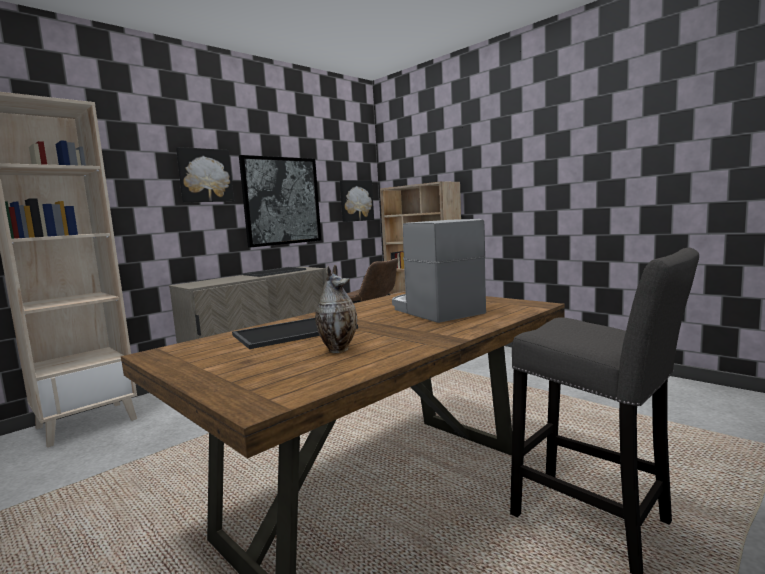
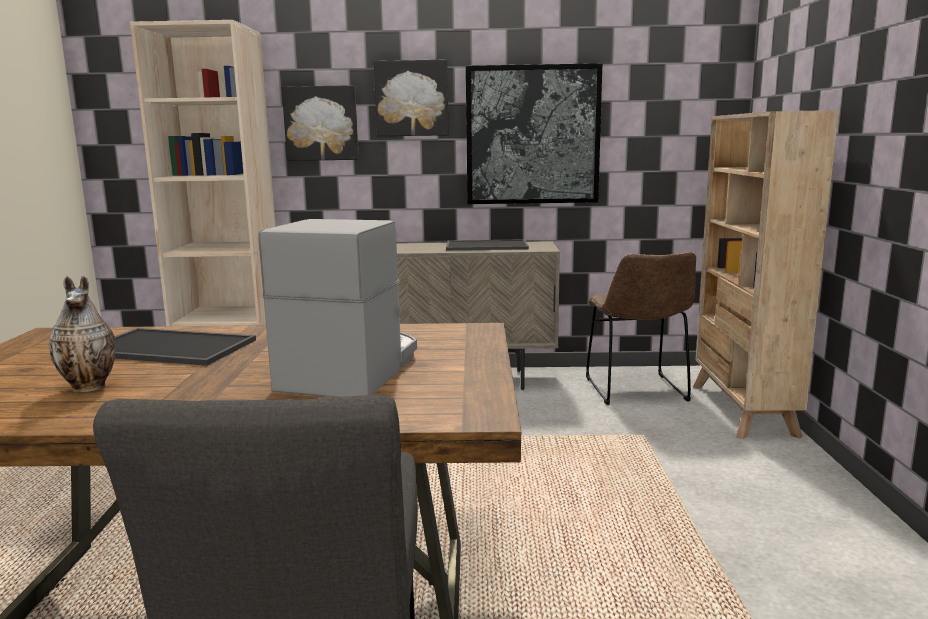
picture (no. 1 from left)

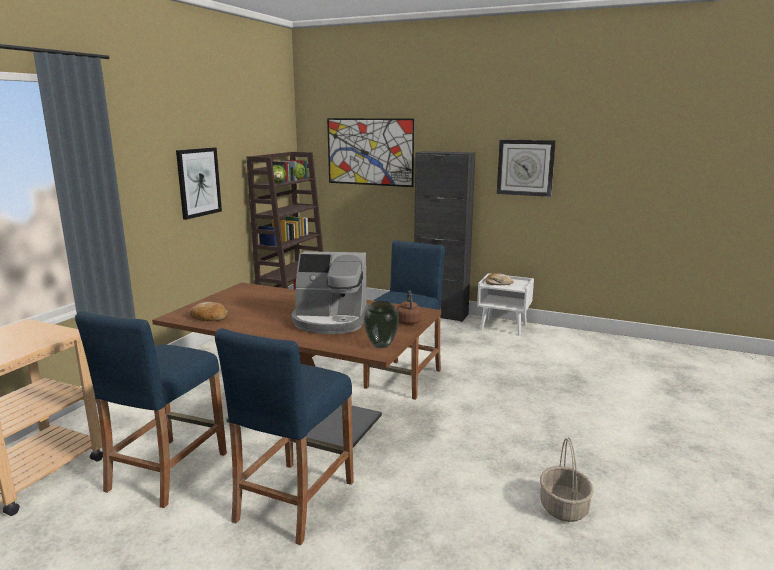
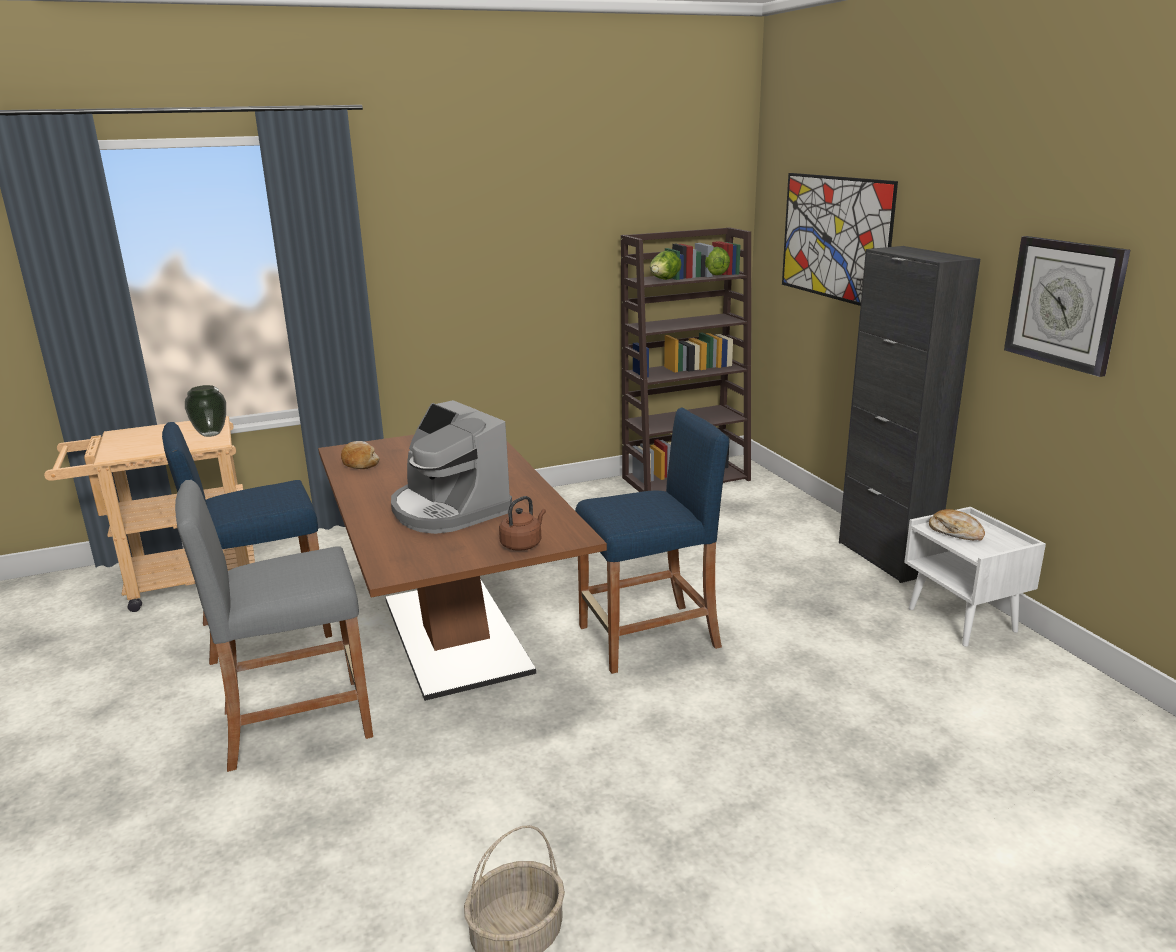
picture (no. 1 from left in the first image)
vase
stool (grey)

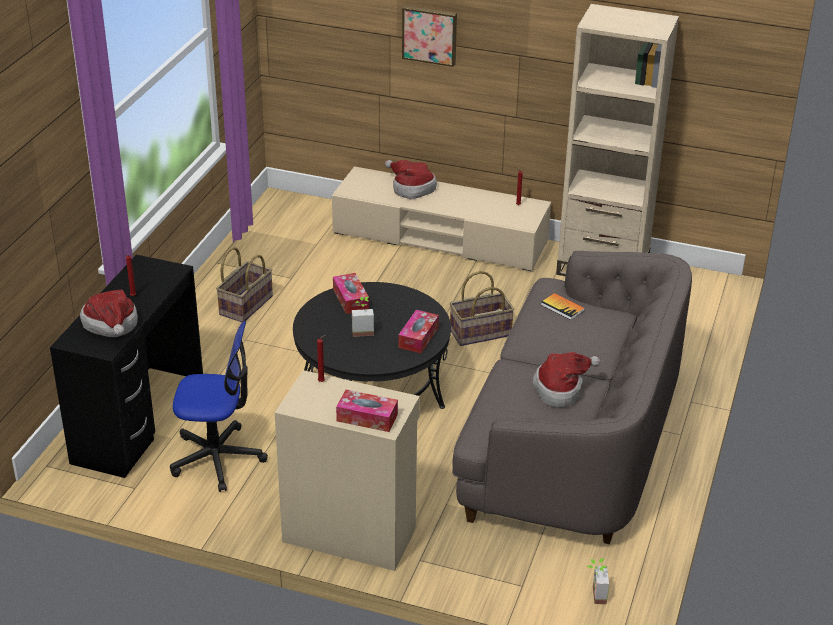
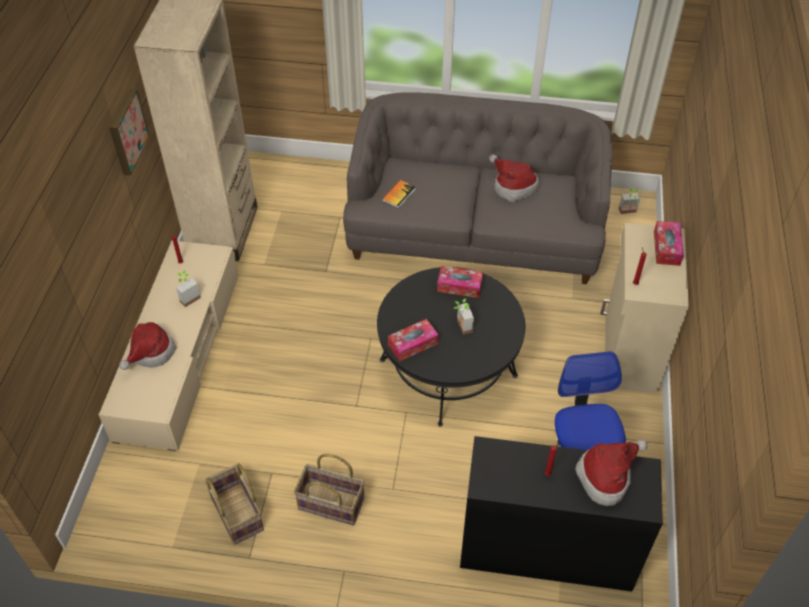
potted plant (no. 1 from left)
picture
basket (no. 1 from left)

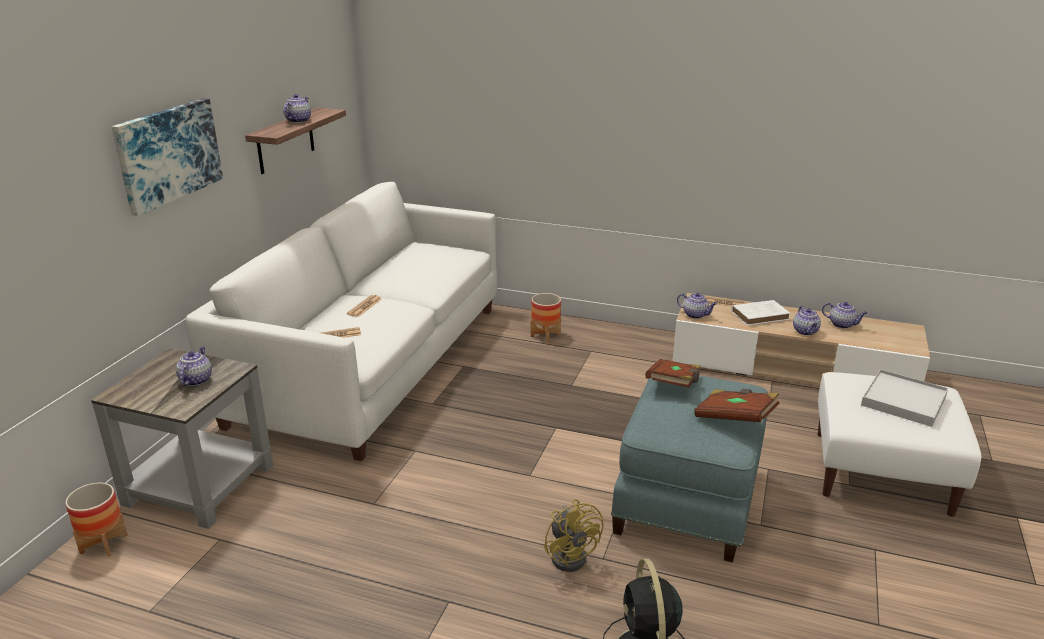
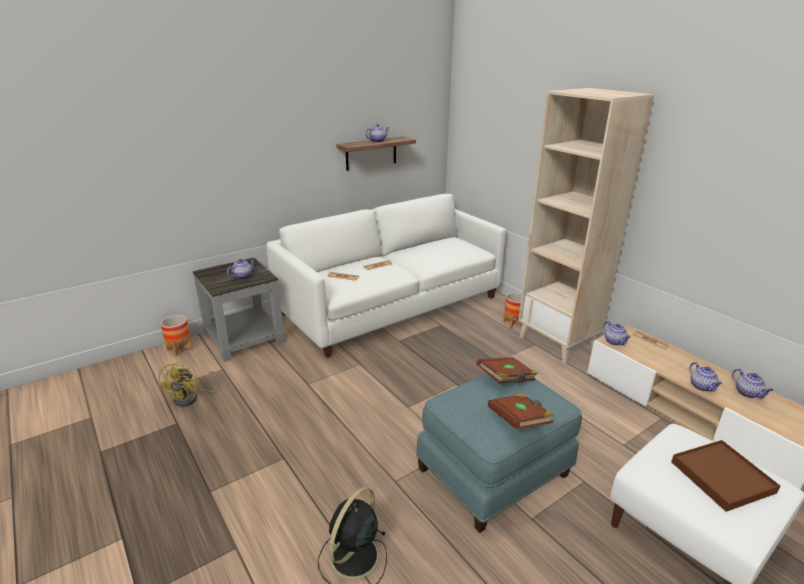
picture
book (white)
bookcase (beige)
fan (yellow)
tray (brown)
teapot (no. 4 from left)

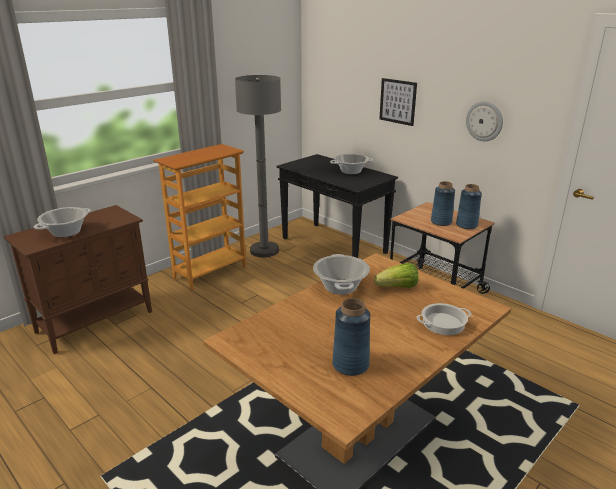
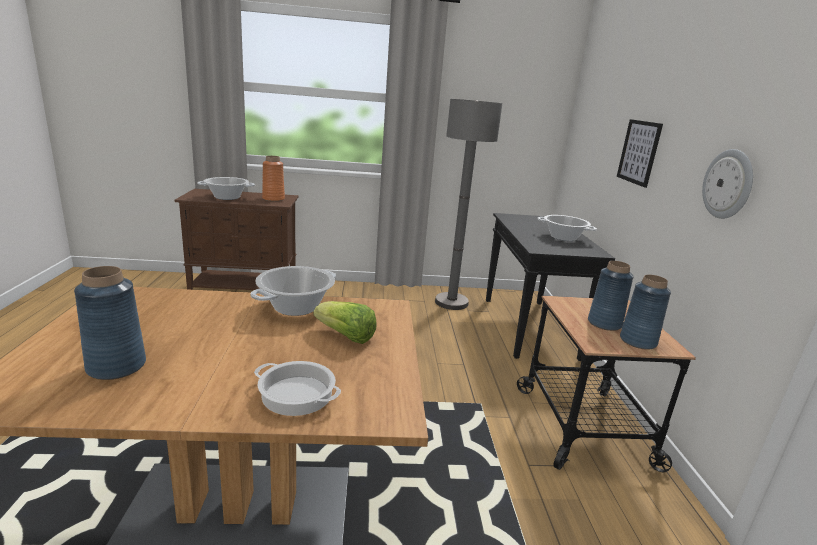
bookcase
vase (orange)

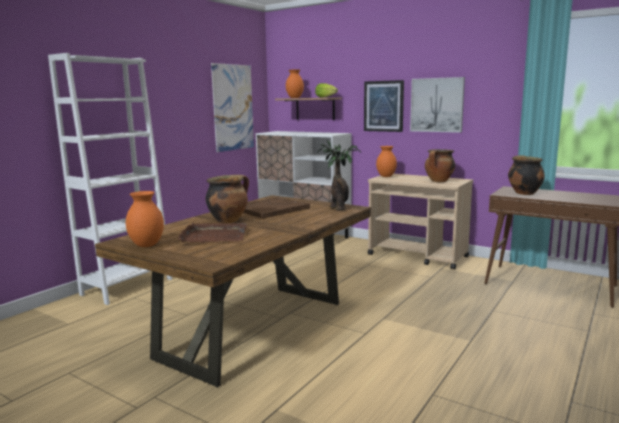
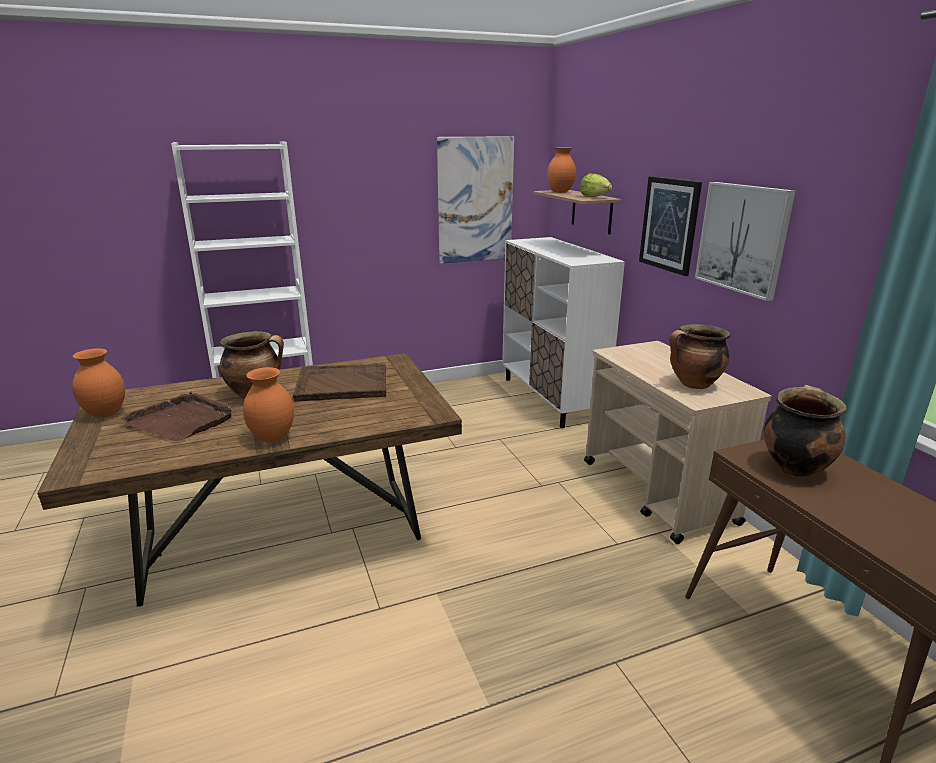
potted plant
vase (orange) (no. 2 from left)

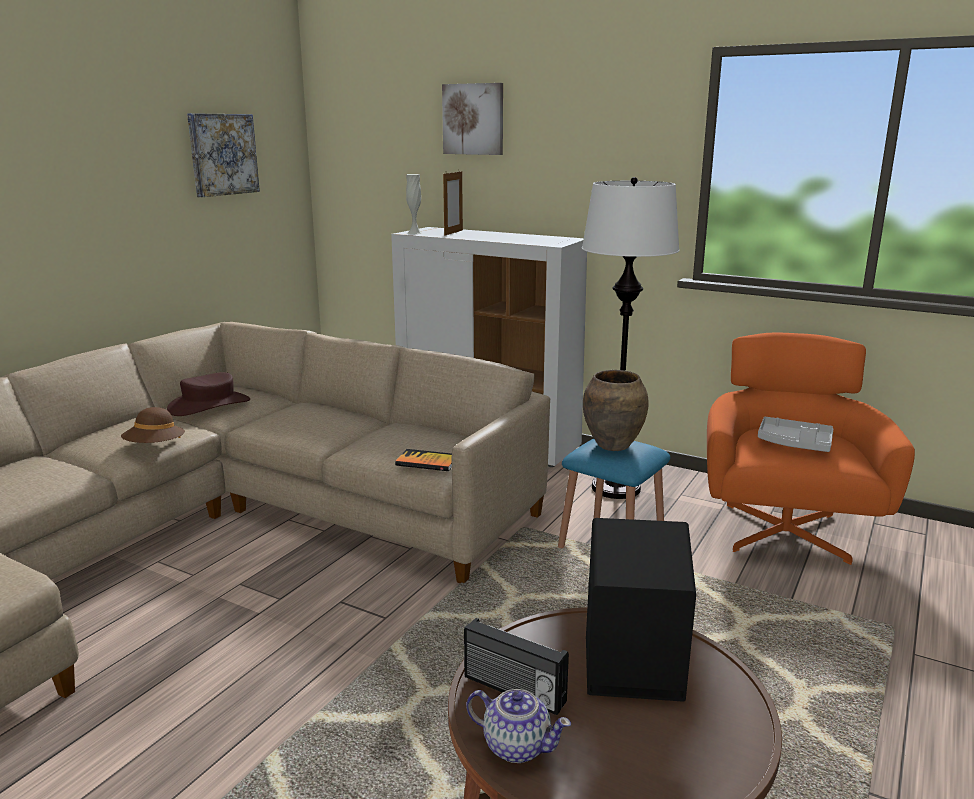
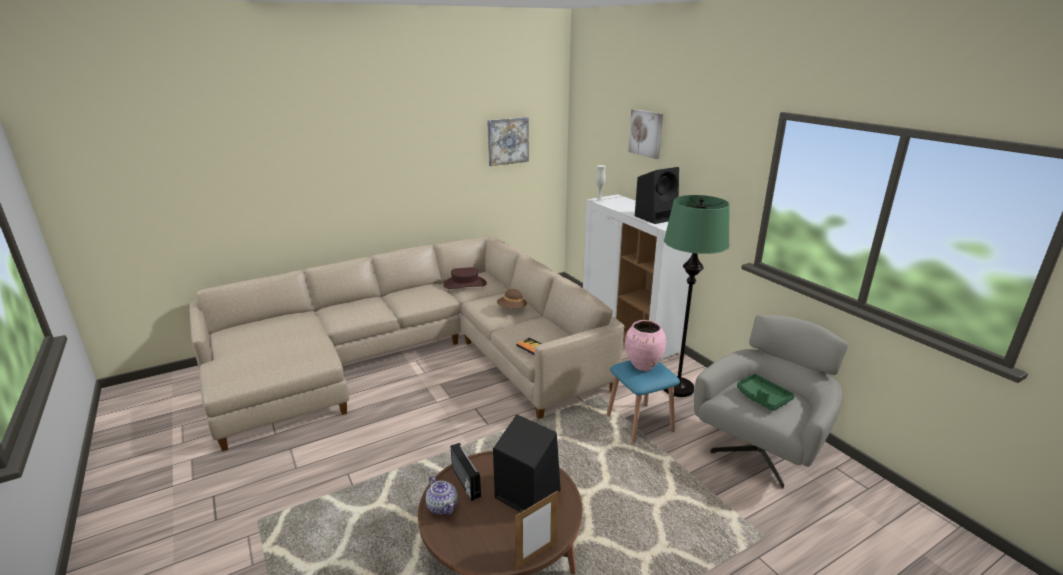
speaker (black) (no. 2 from left)
hat (brown) (no. 2 from left)
picture frame
floor lamp (green)
vase (pink)
armchair (grey)
tray (green)

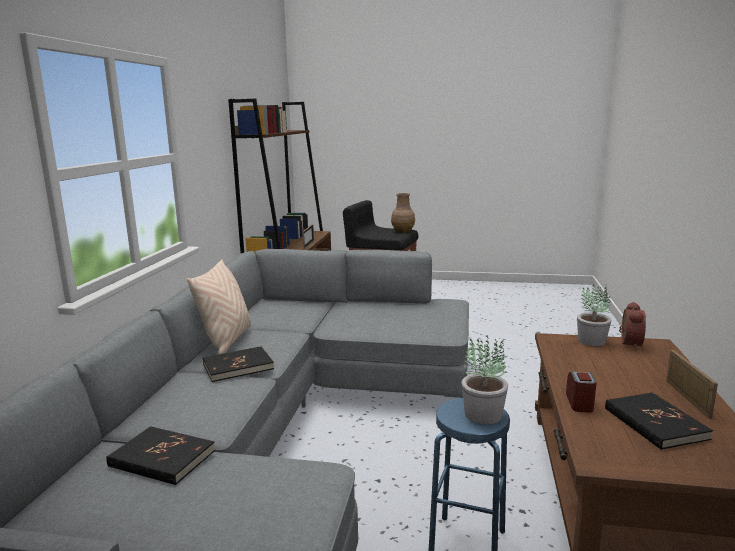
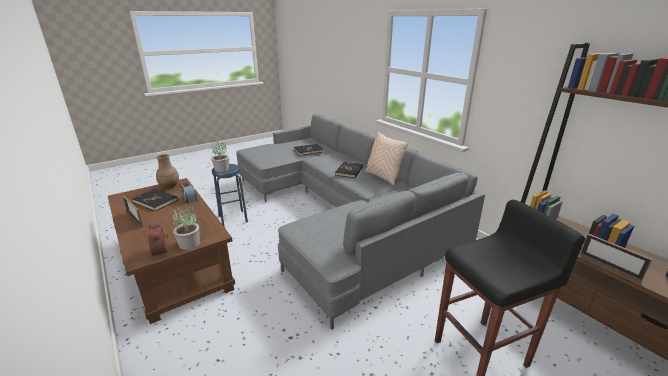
vase (brown)

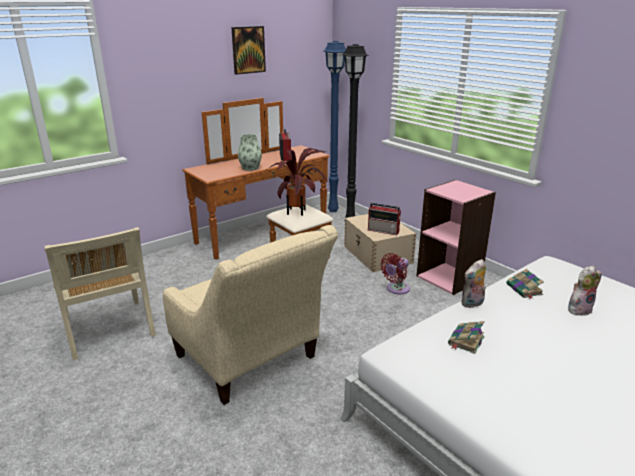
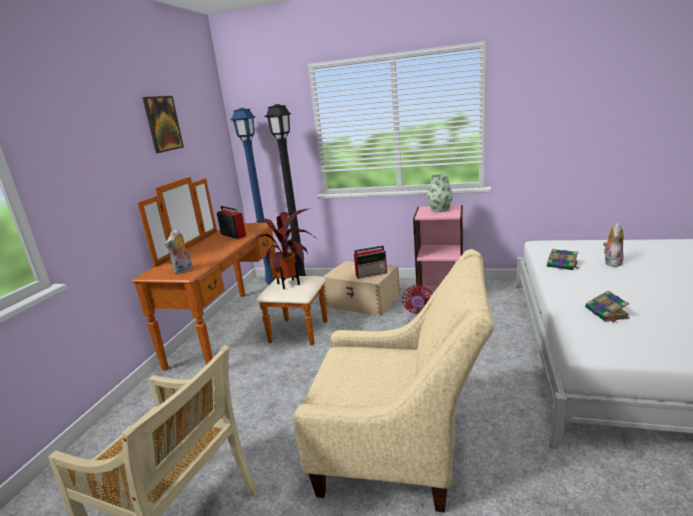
vase
plush toy (no. 1 from left)

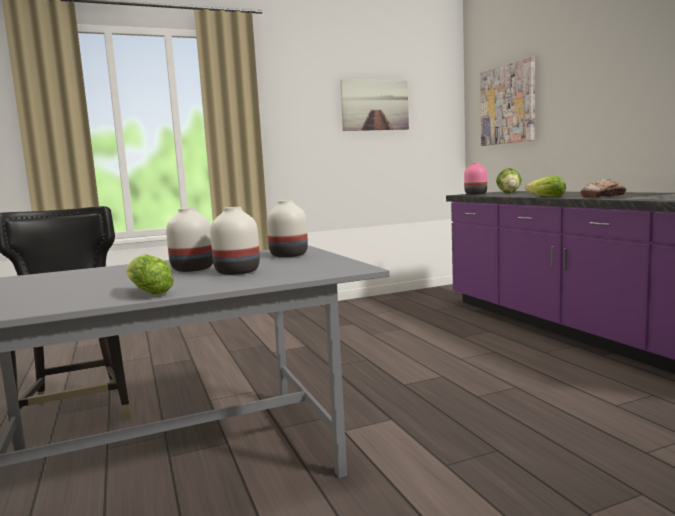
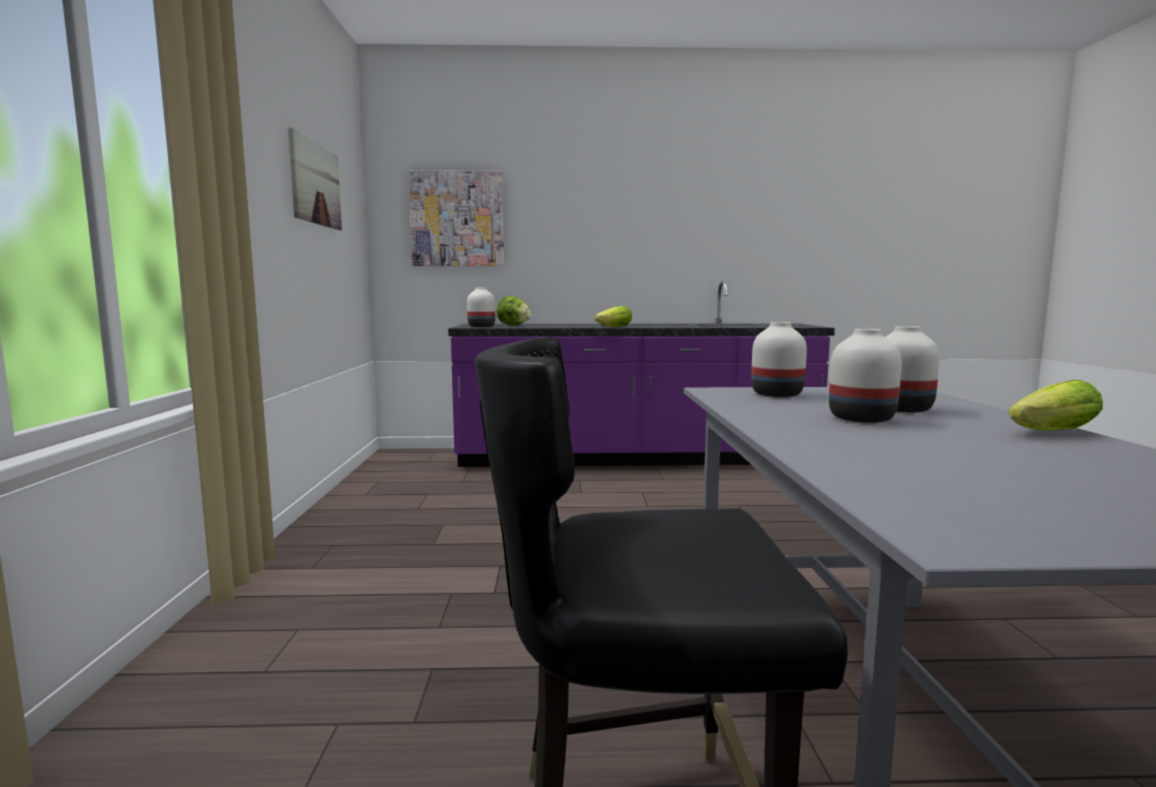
bread
vase (white) (no. 1 from left)

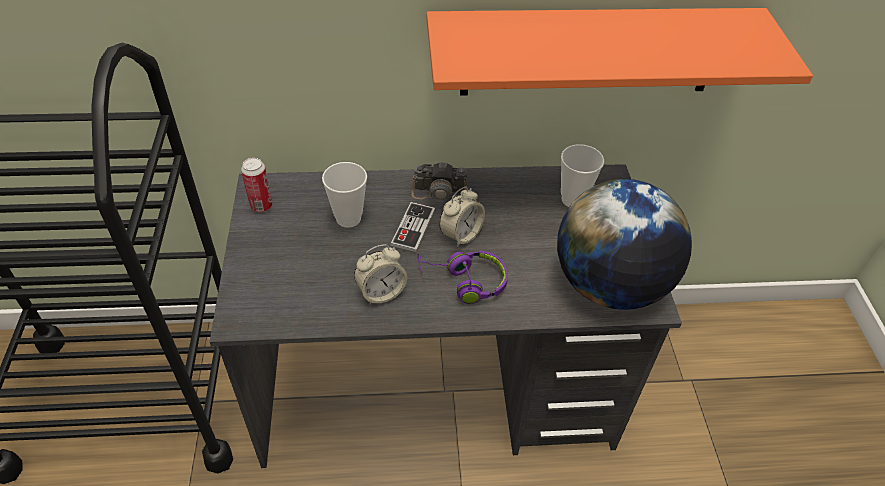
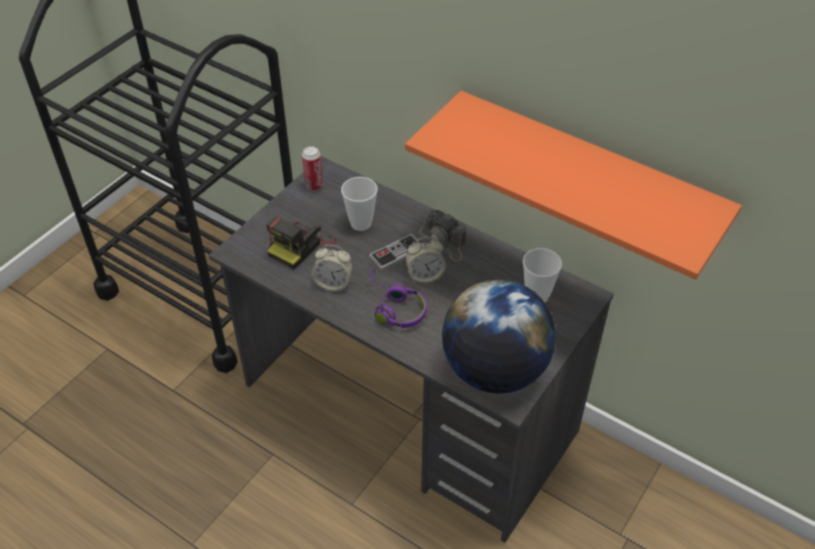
photo camera (no. 1 from left)

